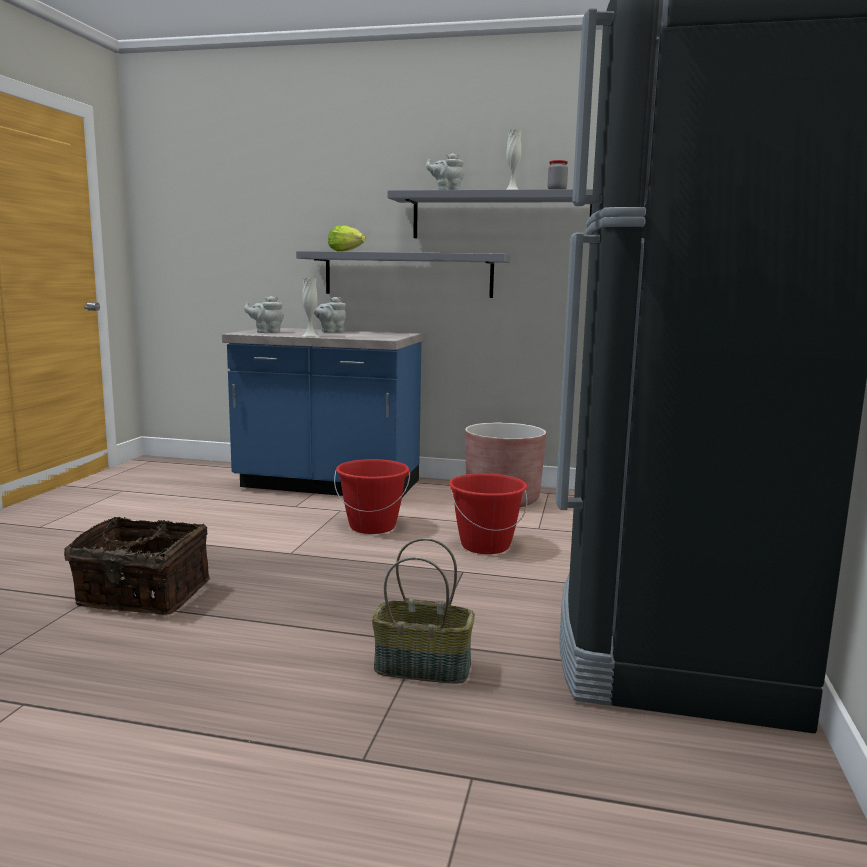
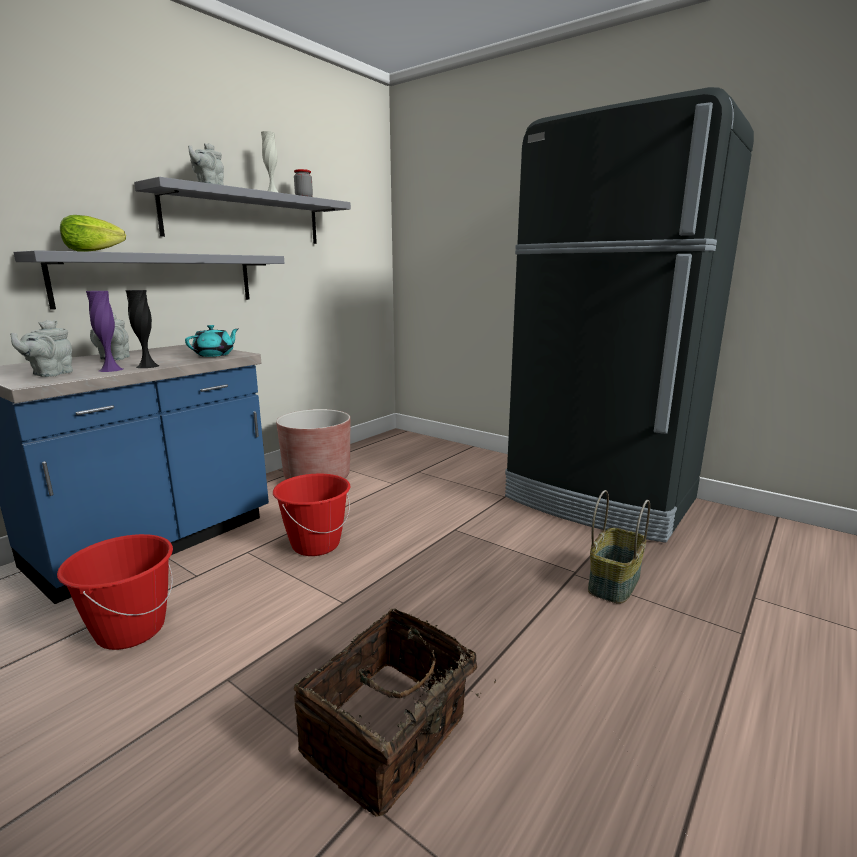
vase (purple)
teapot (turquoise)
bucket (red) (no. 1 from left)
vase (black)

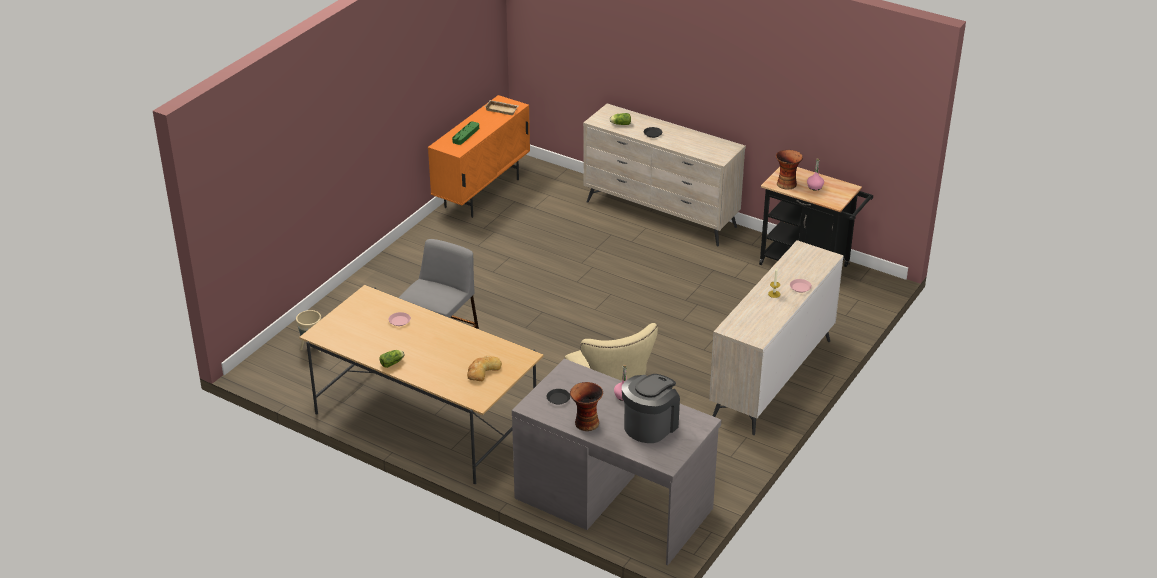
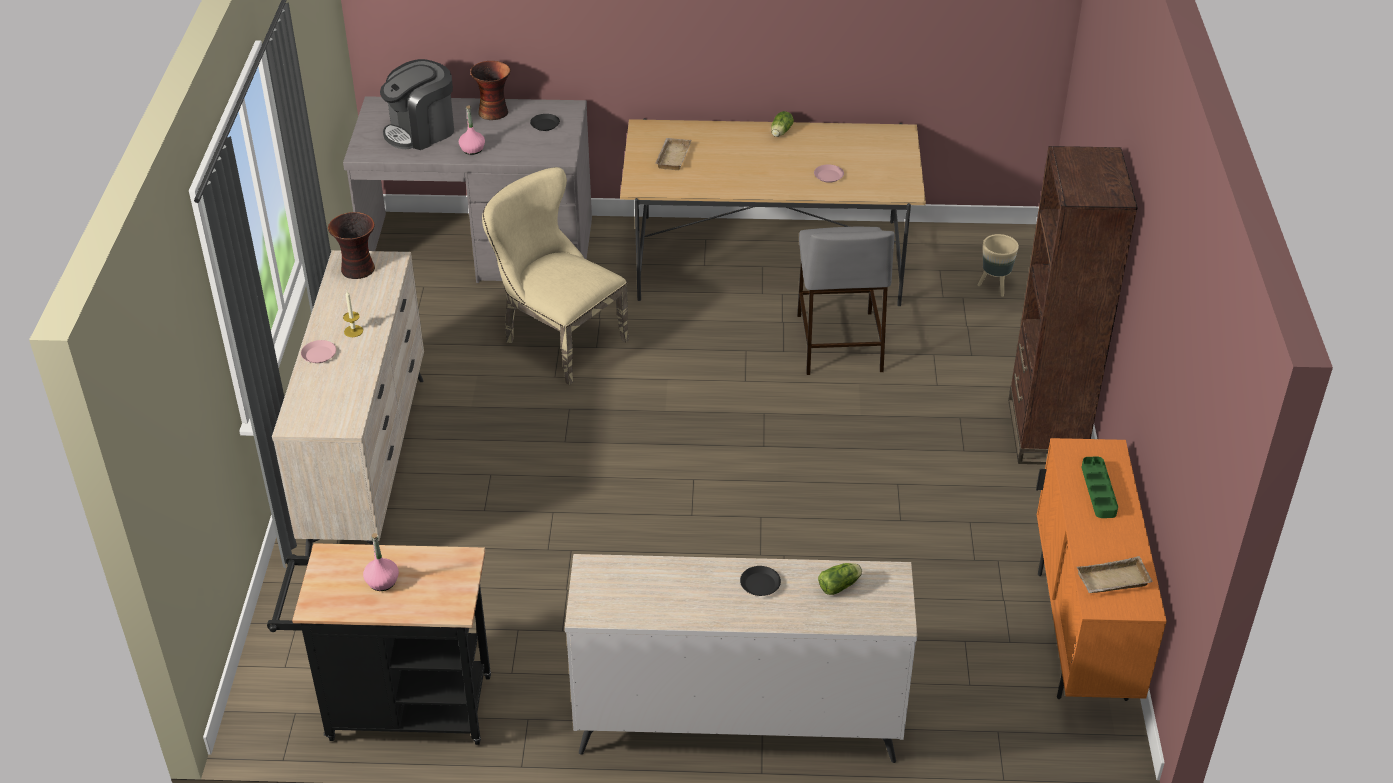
bookcase (brown)
vase (no. 1 from left)
tray (beige) (no. 1 from left)
coffee machine

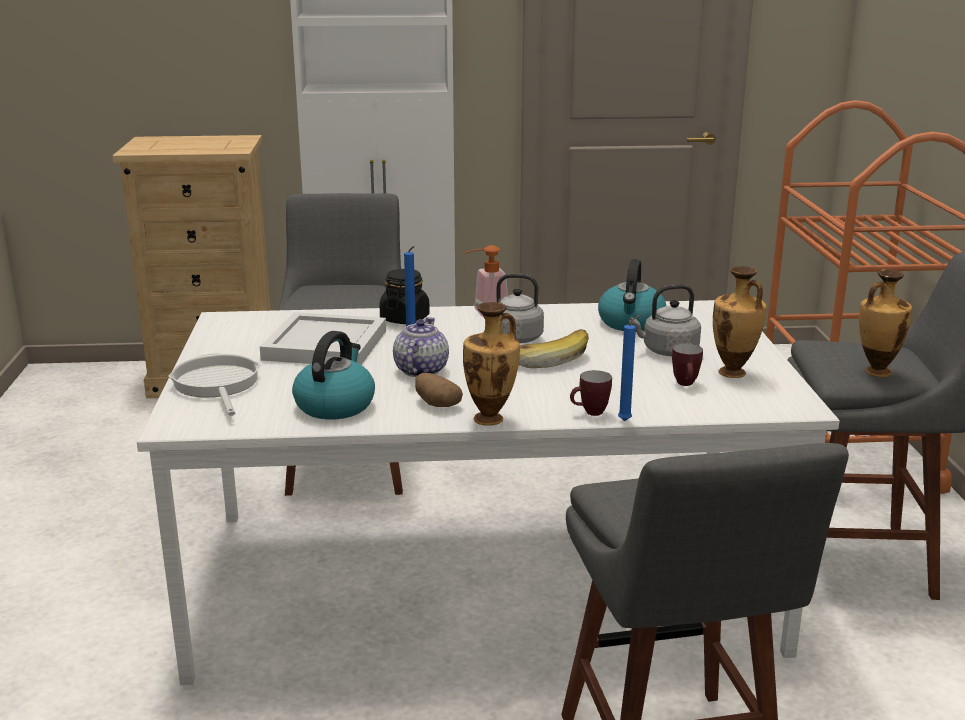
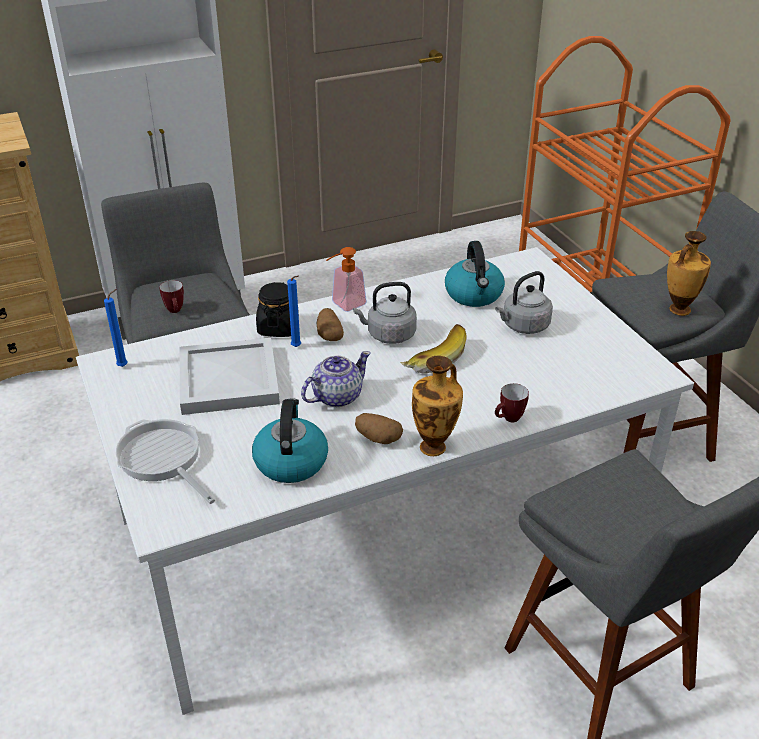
vase (no. 2 from left in the first image)
potato (no. 1 from left)
candle (blue) (no. 1 from left)
mug (no. 1 from left)
teapot

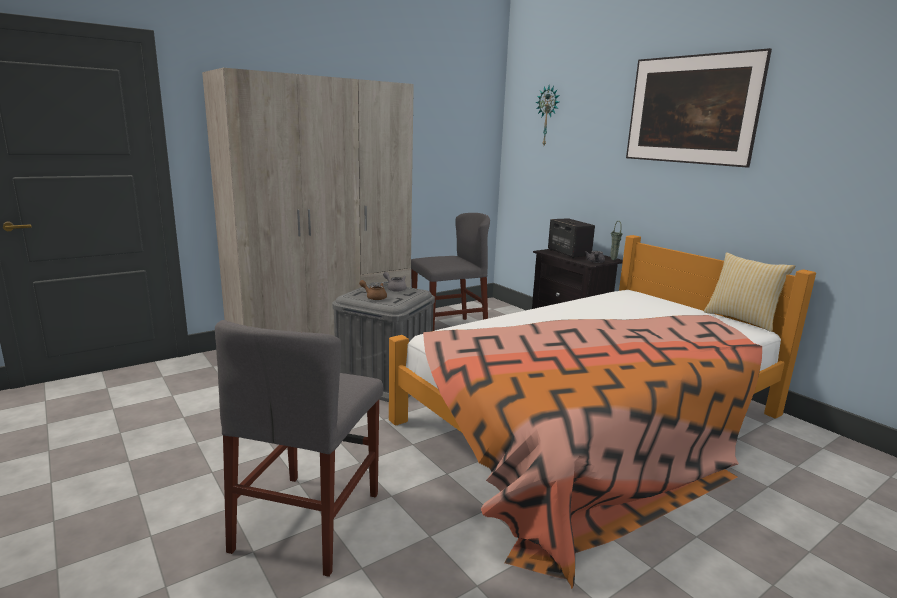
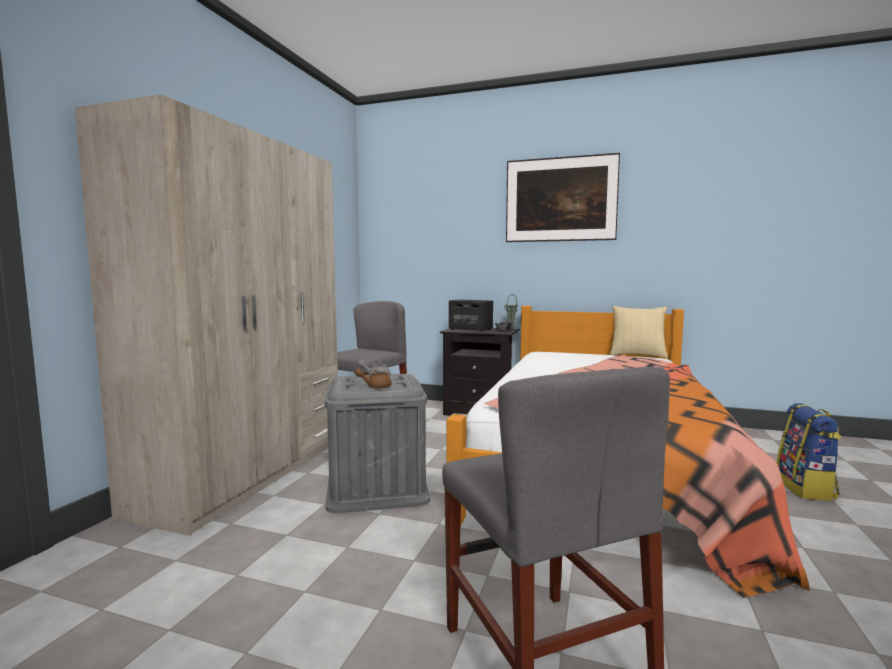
wall clock
backpack

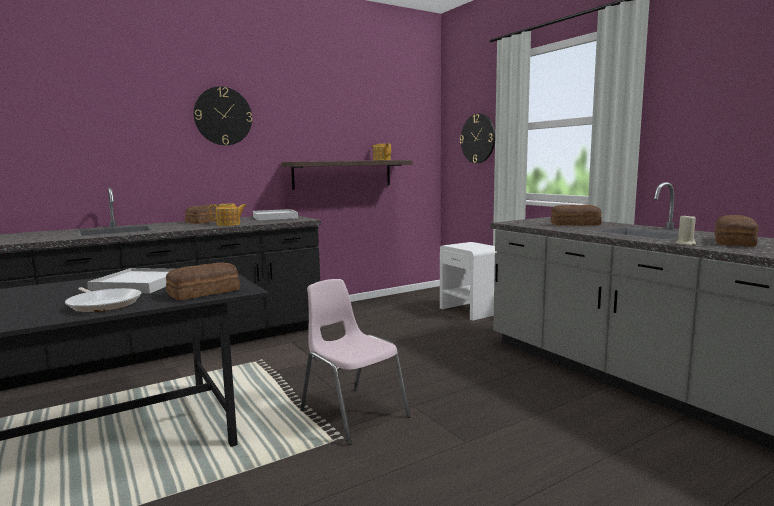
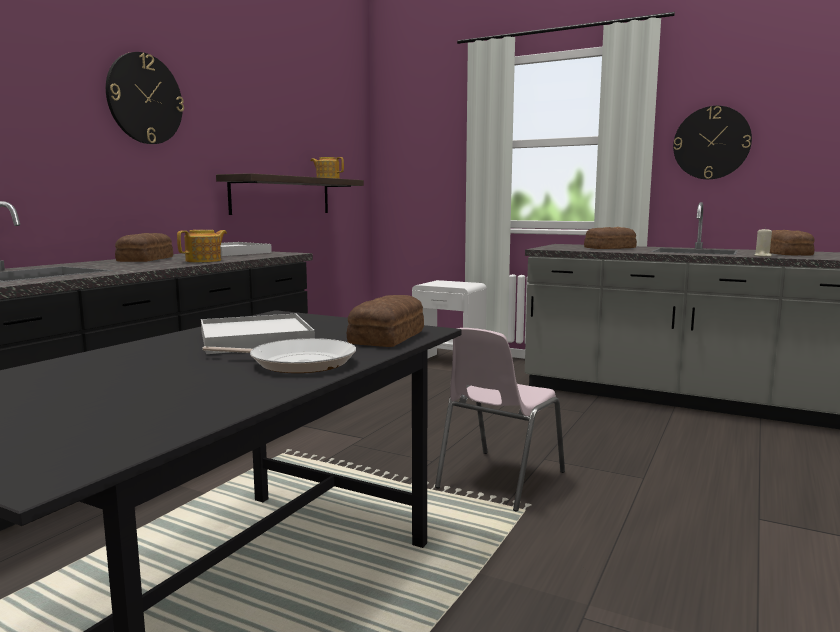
wall clock (no. 2 from left)
chair (pink)

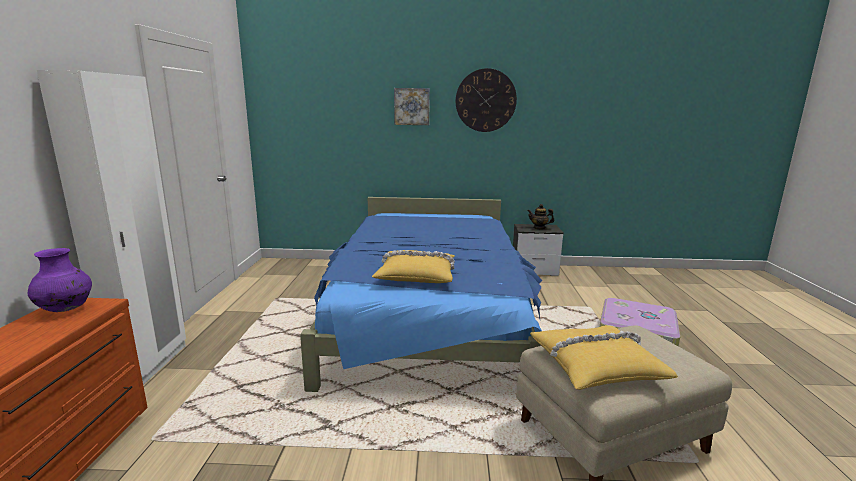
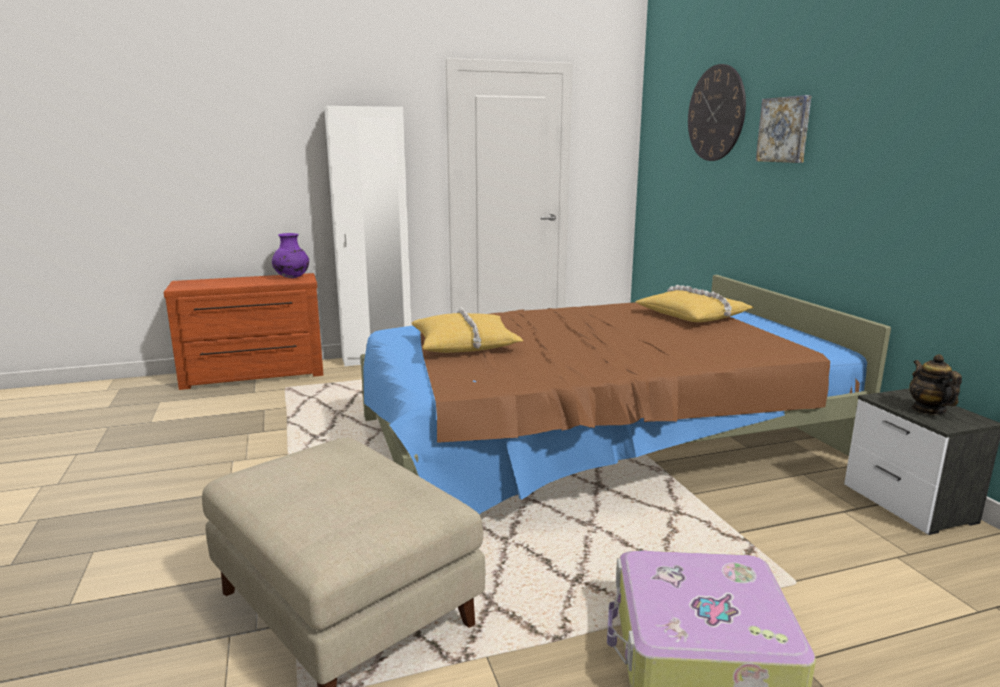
wall clock
pillow (yellow) (no. 2 from left)
bed (brown)

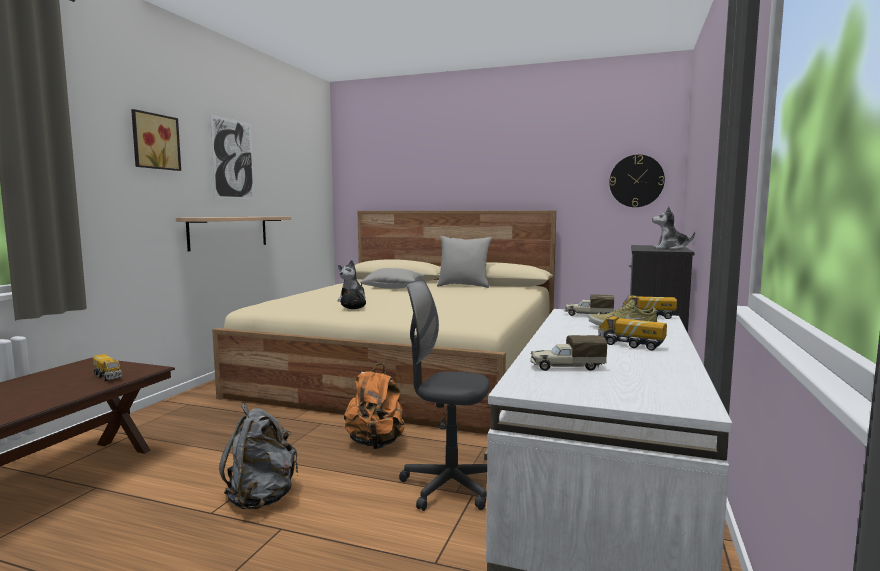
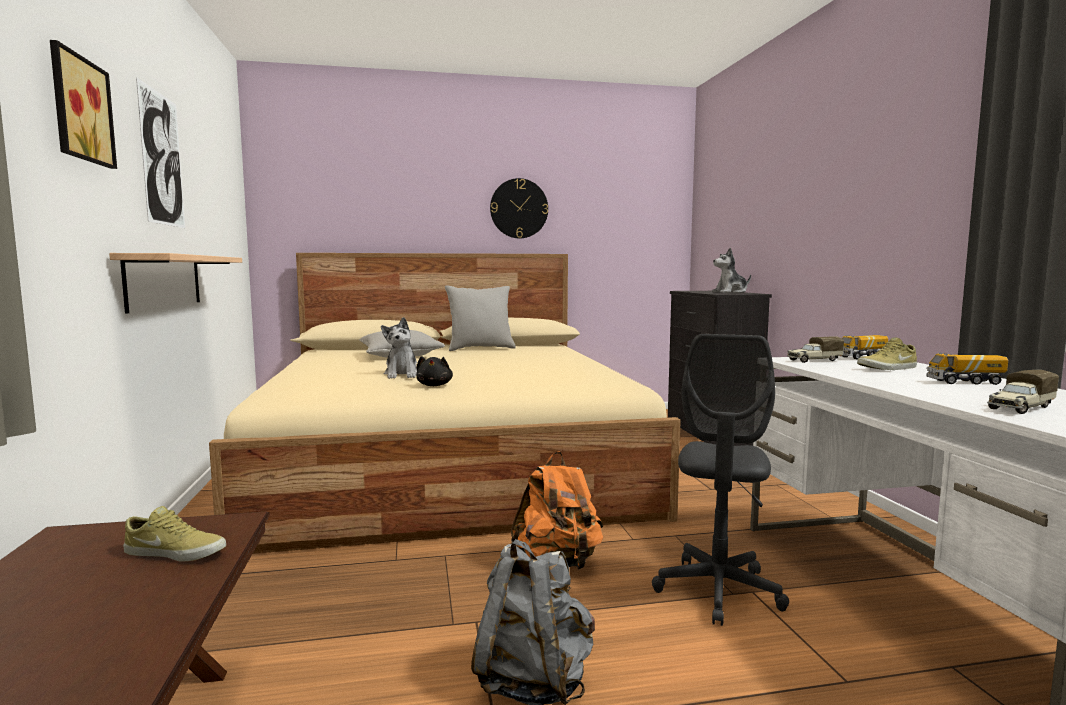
wall clock
shoe (beige) (no. 1 from left)
office chair (grey)

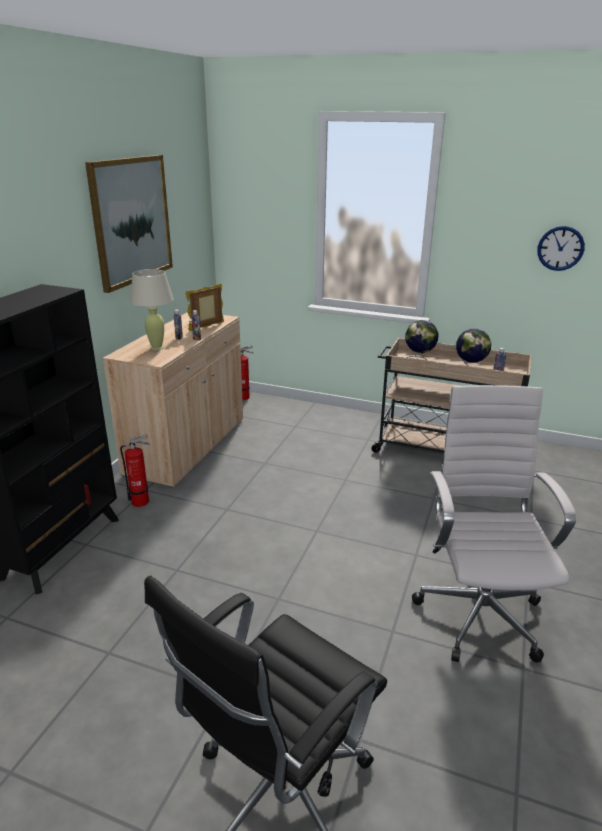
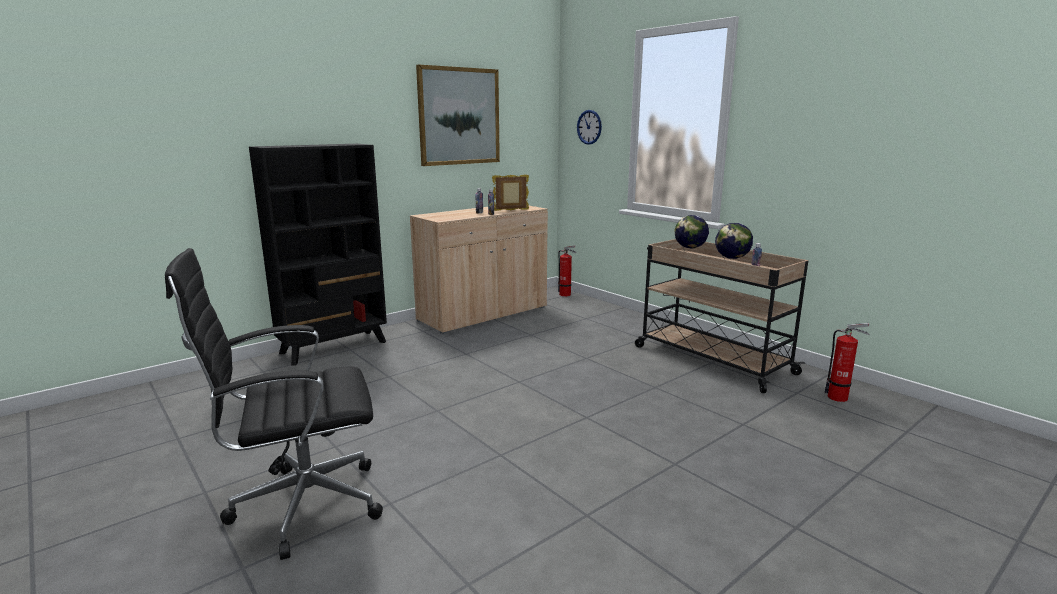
table lamp (beige)
office chair (white)
fire extinguisher (no. 2 from left)
wall clock

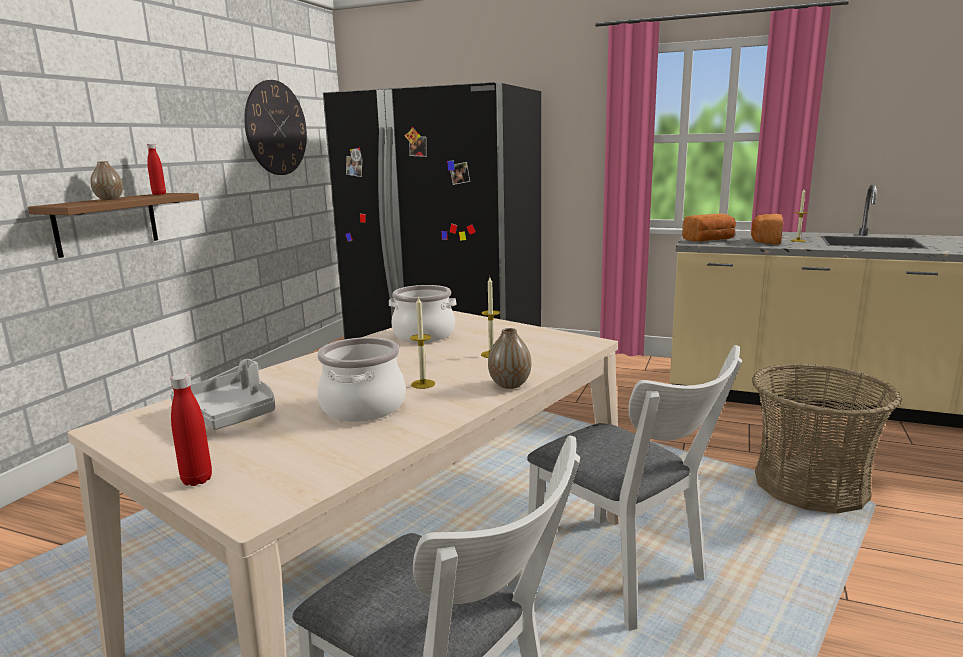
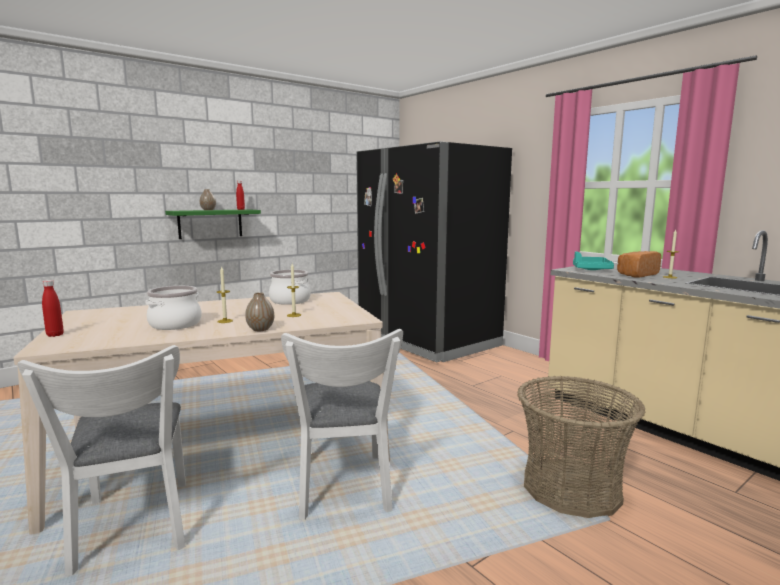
tray (grey)
wall clock
tray (turquoise)
shelf (green)

